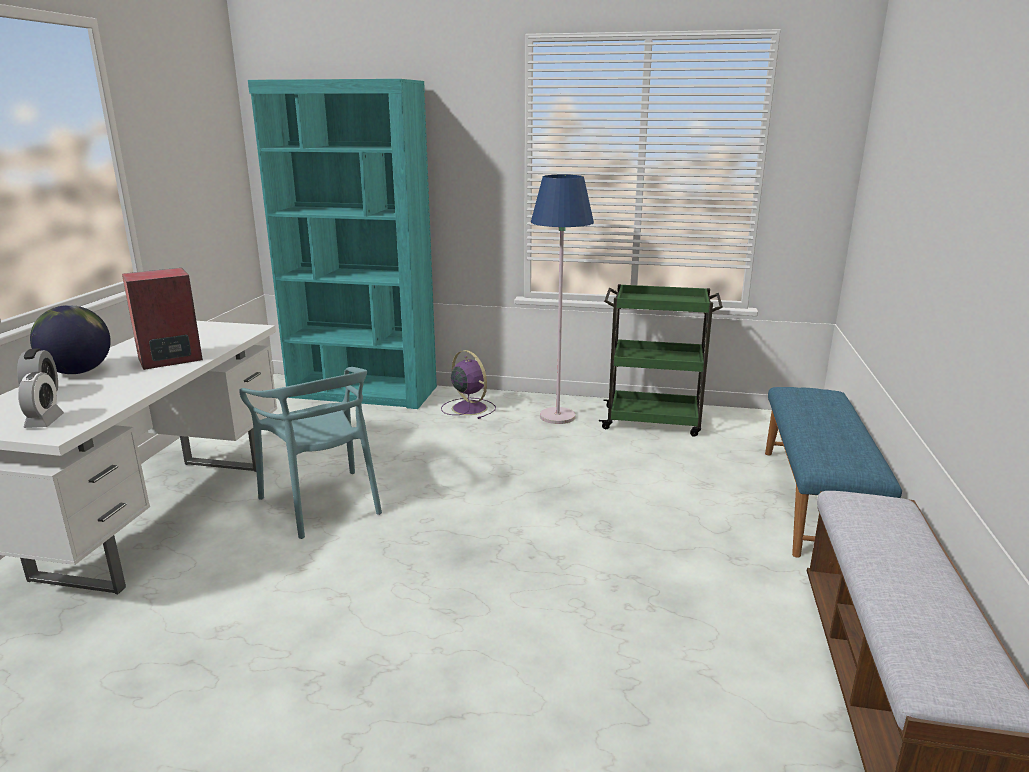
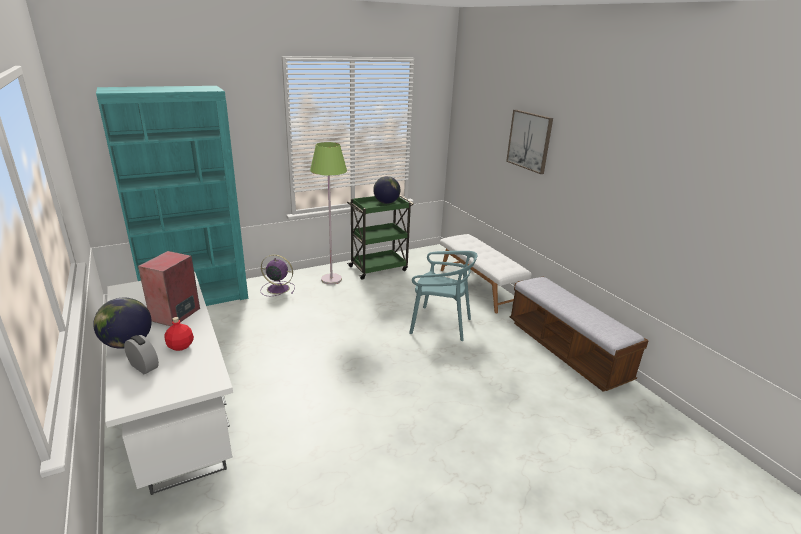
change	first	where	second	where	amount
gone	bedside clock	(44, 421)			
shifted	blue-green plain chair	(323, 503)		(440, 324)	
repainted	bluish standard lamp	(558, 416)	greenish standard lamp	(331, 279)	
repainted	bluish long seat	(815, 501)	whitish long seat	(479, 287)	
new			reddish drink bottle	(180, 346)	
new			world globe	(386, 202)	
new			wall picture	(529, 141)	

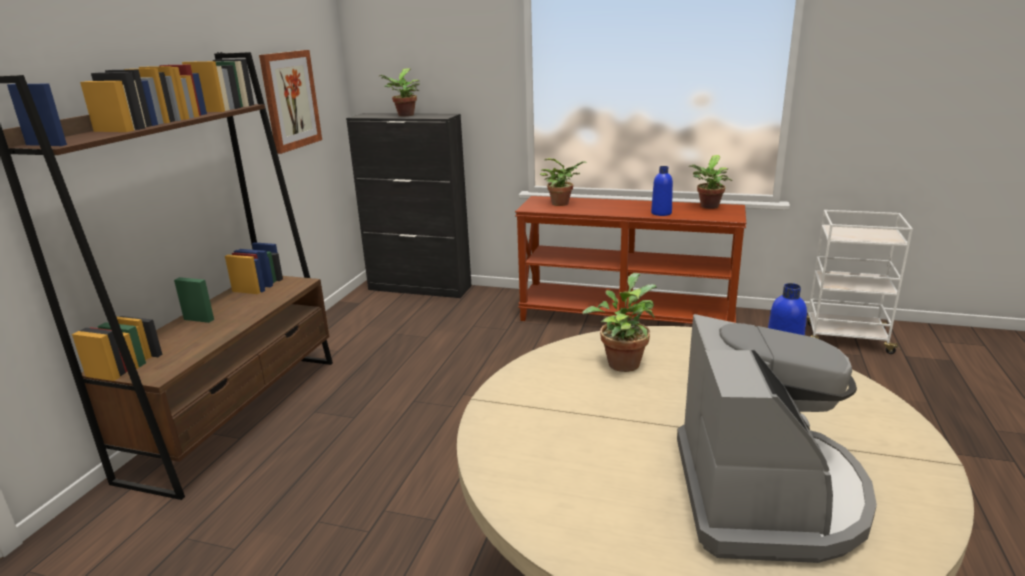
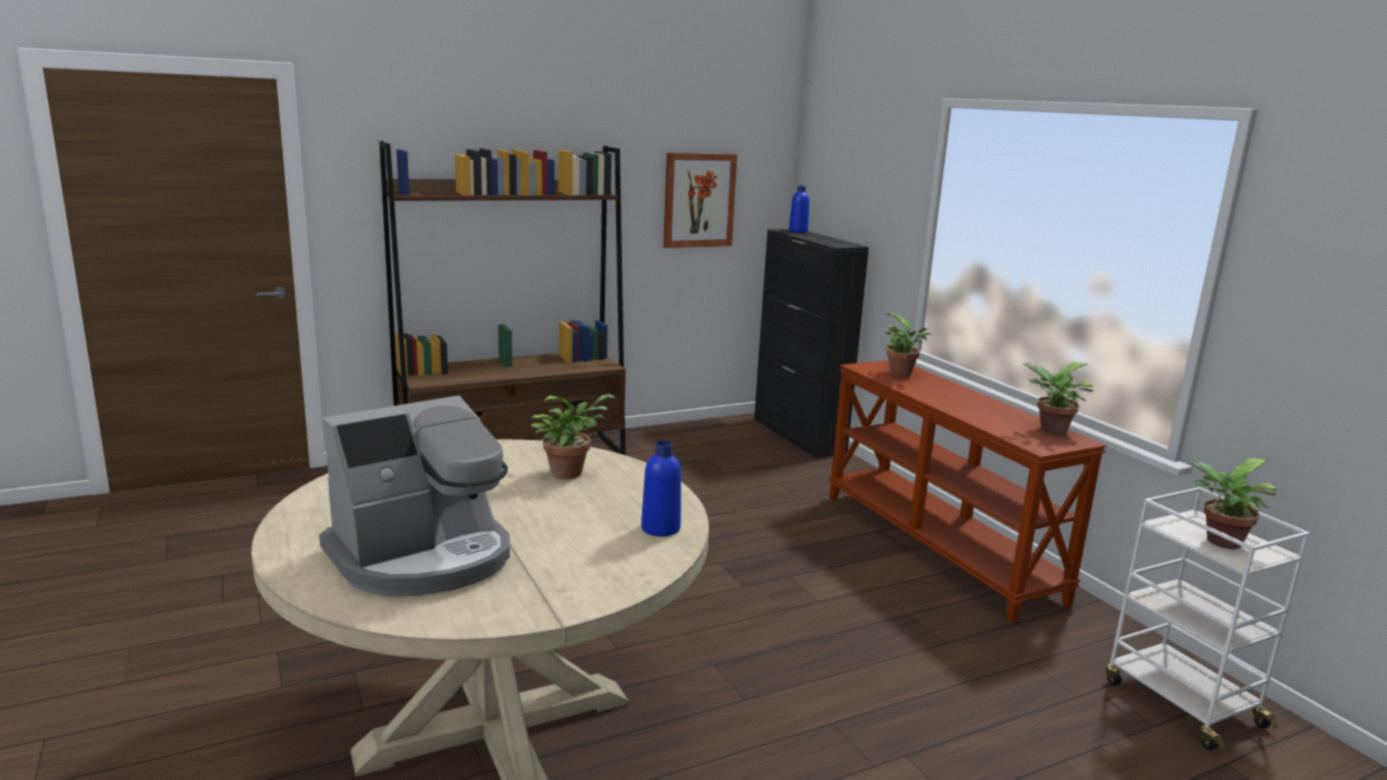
change	first	where	second	where	amount
shifted	plant in a pot	(404, 115)		(1219, 542)	
shifted	bluish drink bottle	(661, 213)		(798, 231)	

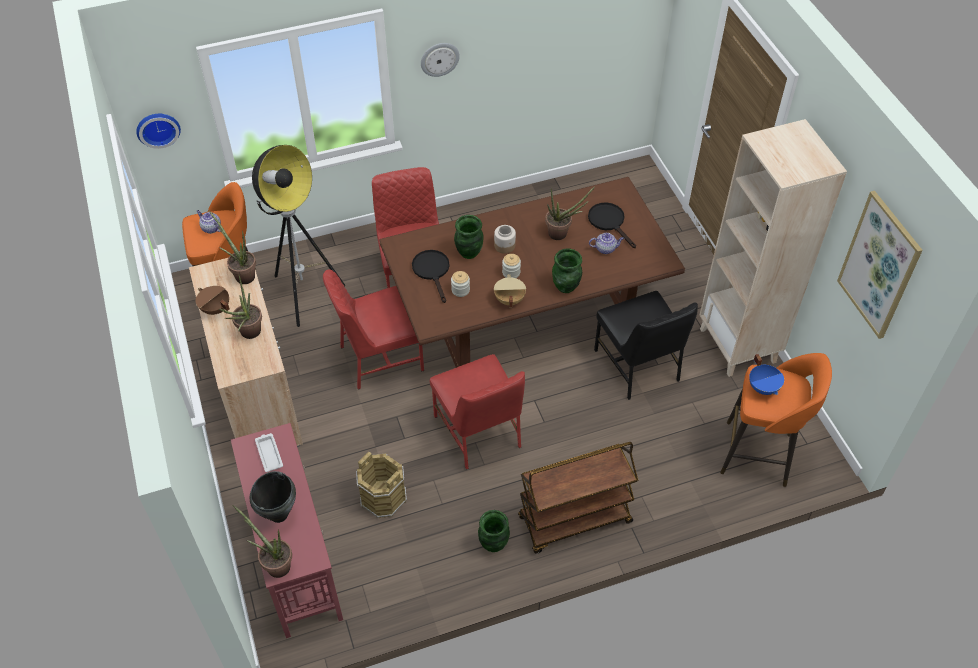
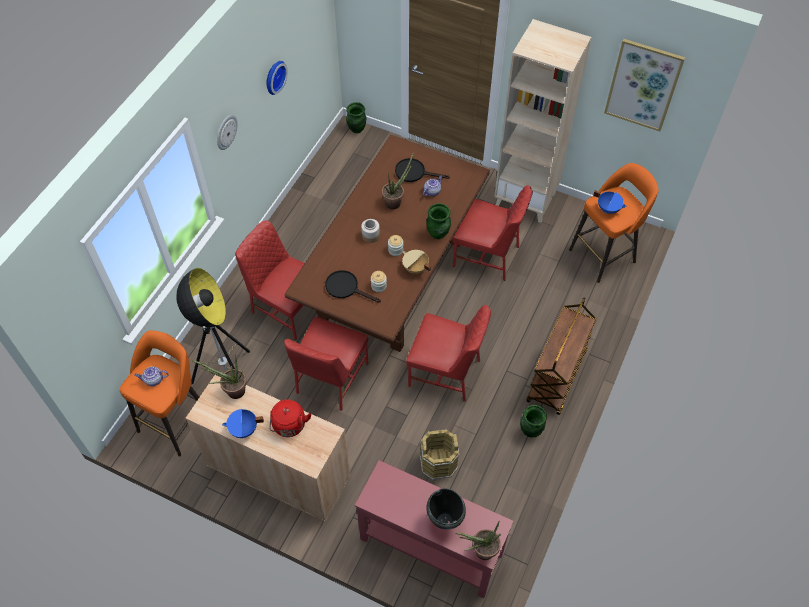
change	first	where	second	where	amount
shifted	clock on the wall	(158, 128)		(274, 76)	
repainted	brown-coloured saucepot	(215, 309)	bluish saucepot	(244, 430)	
swapped	plant in a pot	(248, 334)	reddish kettle	(289, 426)	
gone	whitish serving tray	(269, 453)			
shifted	greenish vase	(468, 253)		(356, 129)	
repainted	black plain chair	(638, 366)	reddish plain chair	(487, 256)	

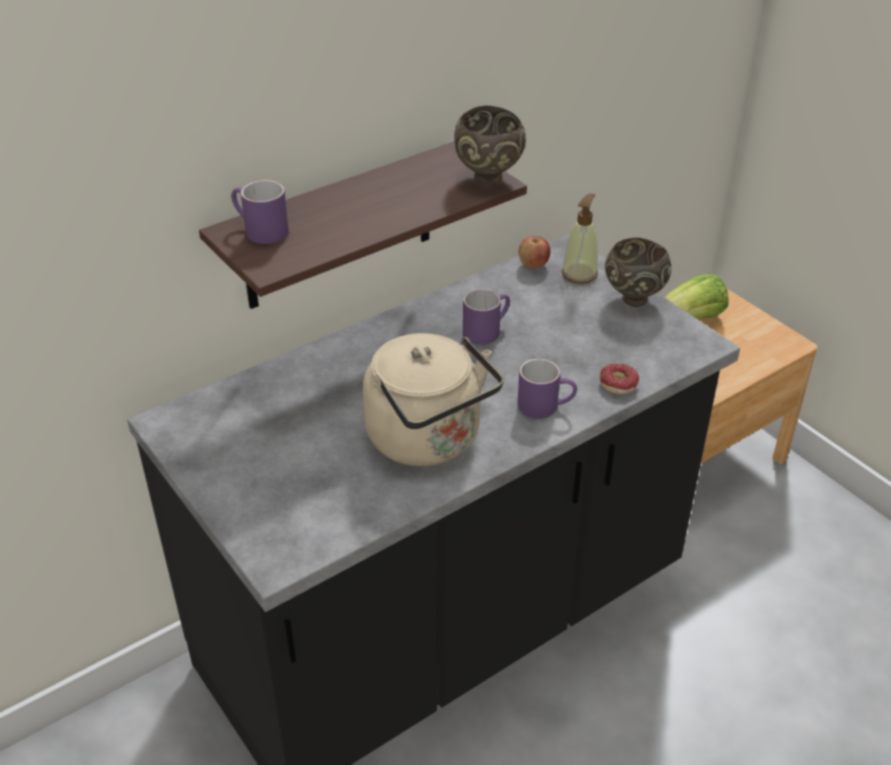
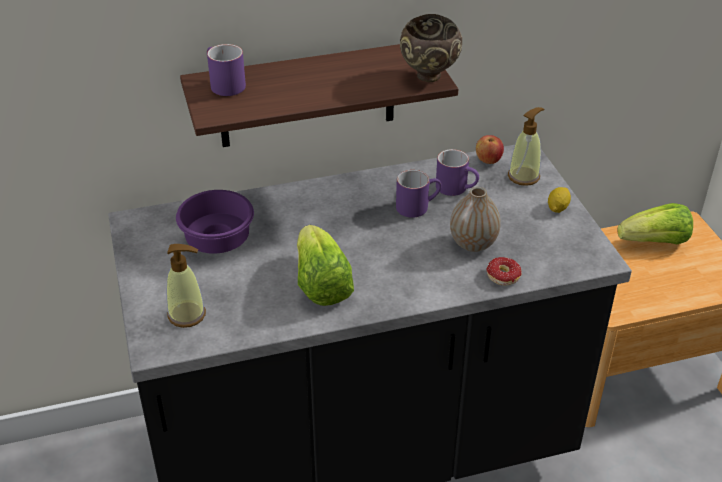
change	first	where	second	where	amount
swapped	sand-coloured kettle	(429, 441)	lettuce head	(321, 284)	
shifted	purple-coloured coffee mug	(546, 406)		(457, 188)	
swapped	brown-coloured serving bowl	(632, 299)	lemon	(557, 208)	
new			soap bottle	(187, 315)	
new			purple-coloured serving bowl	(216, 242)	
new			vase	(473, 244)	

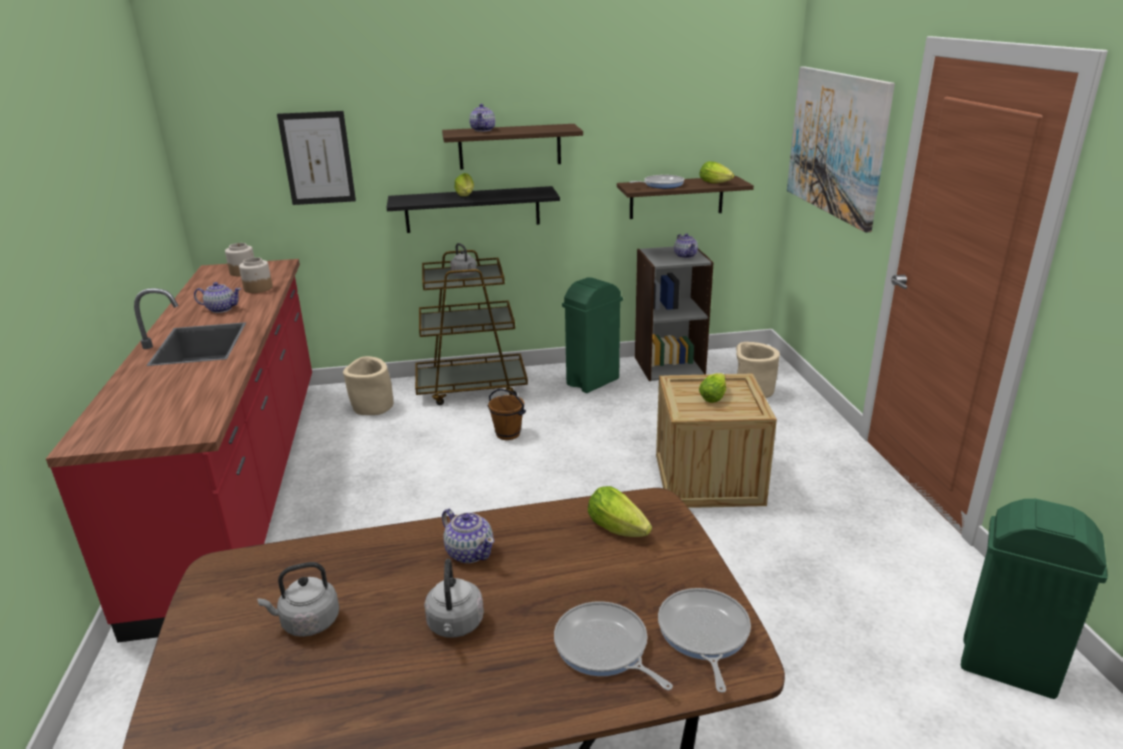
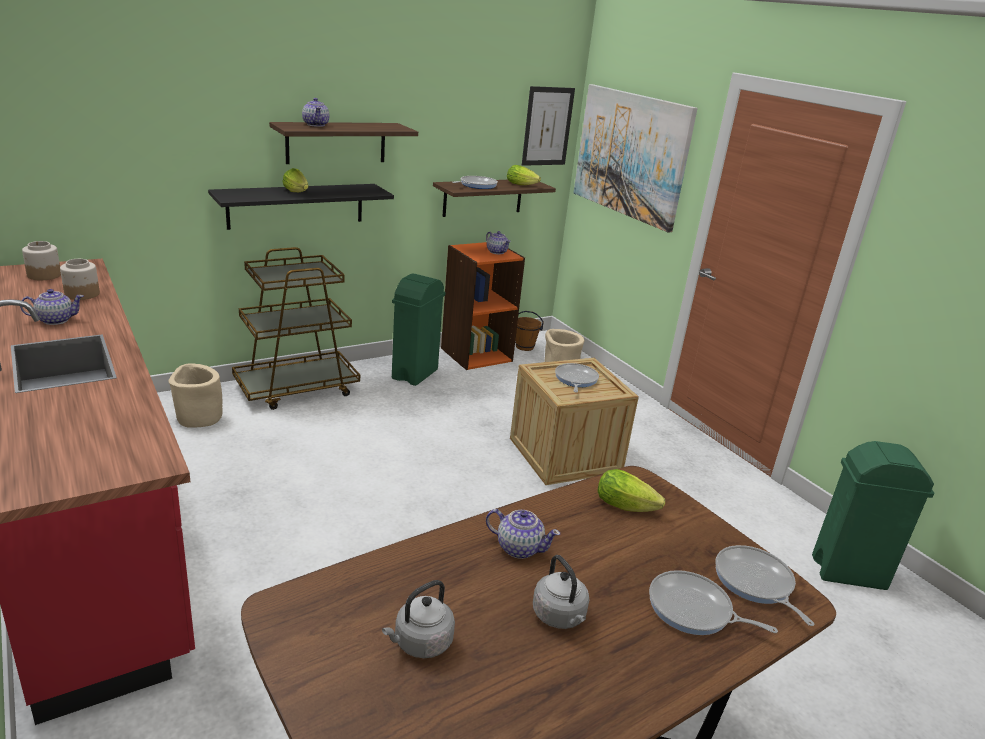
change	first	where	second	where	amount
shifted	wall picture	(317, 158)		(547, 126)	
gone	greyish kettle	(464, 275)			
shifted	brown-coloured bucket	(508, 434)		(524, 347)	
repainted	greyish bookshelf	(669, 366)	orange-coloured bookshelf	(476, 354)	
swapped	lettuce head	(714, 395)	pan	(575, 379)	

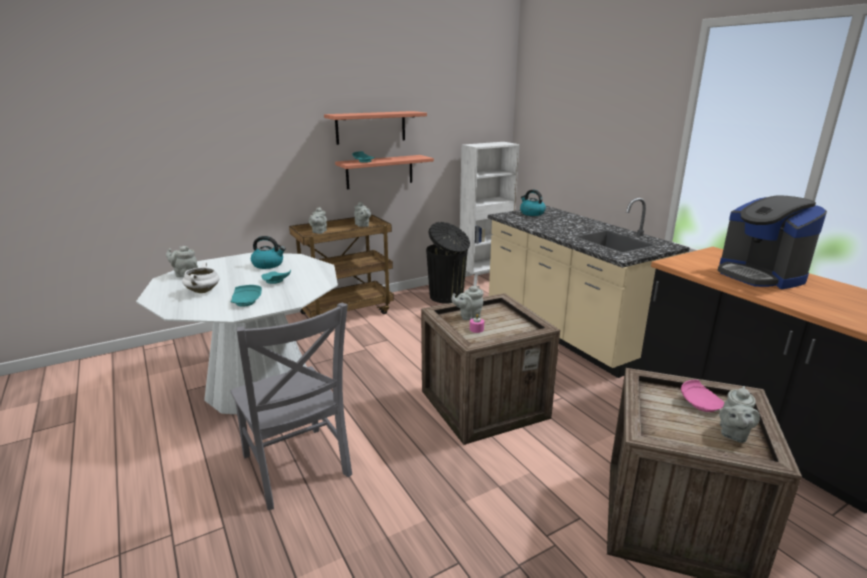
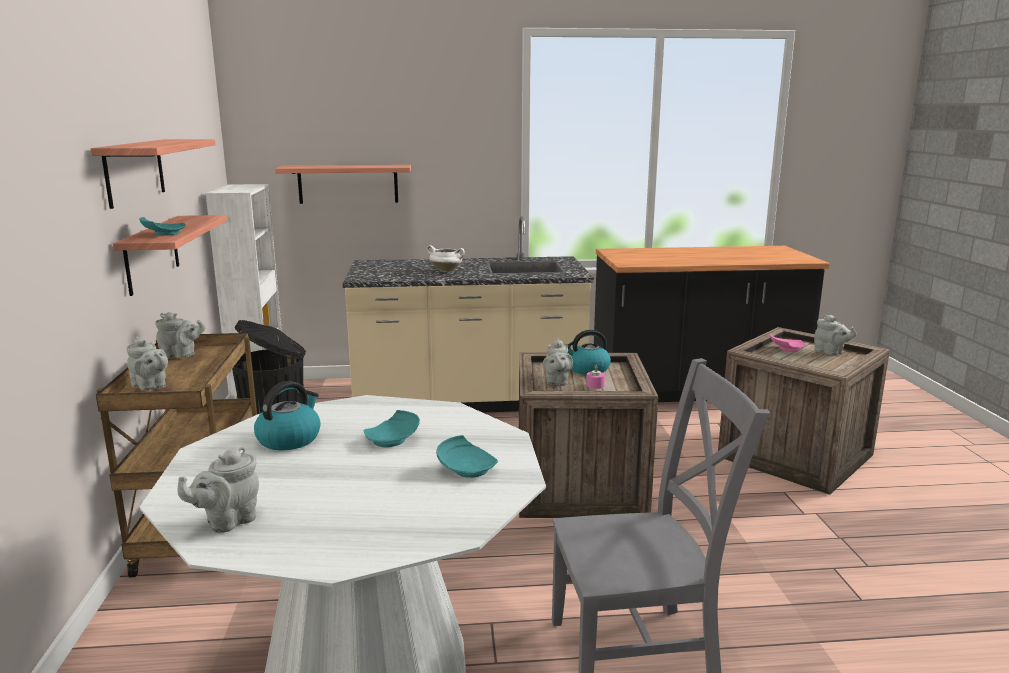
change	first	where	second	where	amount
shifted	whitish saucepot	(203, 291)		(446, 271)	
shifted	kettle	(531, 213)		(587, 369)	
gone	coffee machine	(759, 275)			
new			wall shelf	(348, 184)	

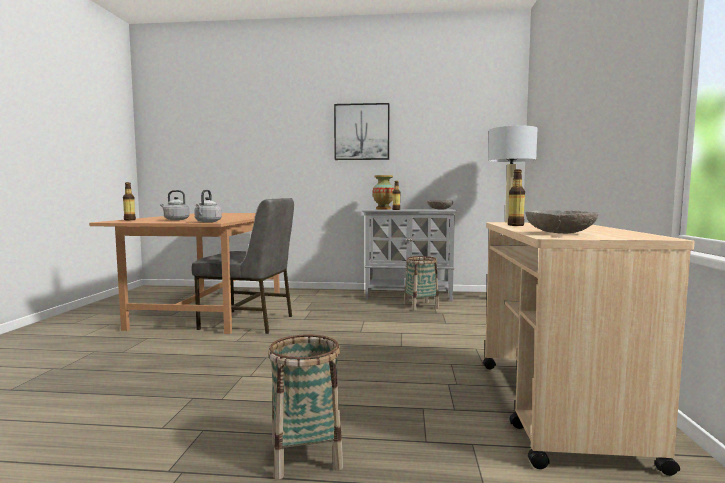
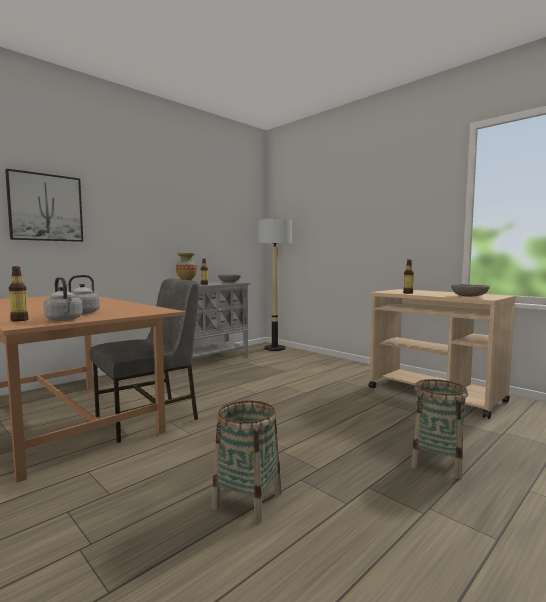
change	first	where	second	where	amount
shifted	greyish kettle	(207, 222)		(64, 320)	
shifted	wall picture	(361, 132)		(46, 207)	
shifted	household basket	(420, 306)		(247, 500)	

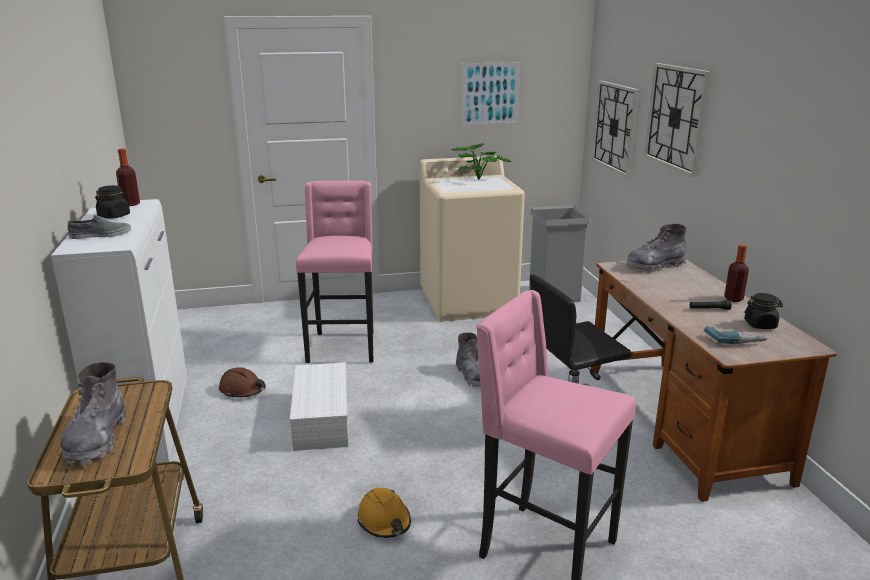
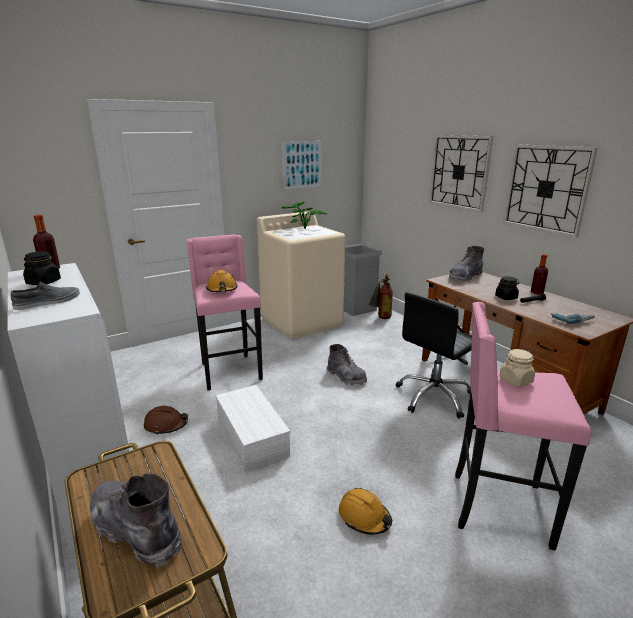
change	first	where	second	where	amount
rotated	greyish tall boot	(97, 439)		(136, 530)	150 degrees clockwise
shifted	clock on the wall	(615, 127)		(546, 189)	
shifted	black preserve jar	(760, 325)		(506, 297)	
new			orange-coloured safety helmet	(222, 289)	
new			fire extinguisher	(380, 318)	
new			sand-coloured preserve jar	(515, 380)	

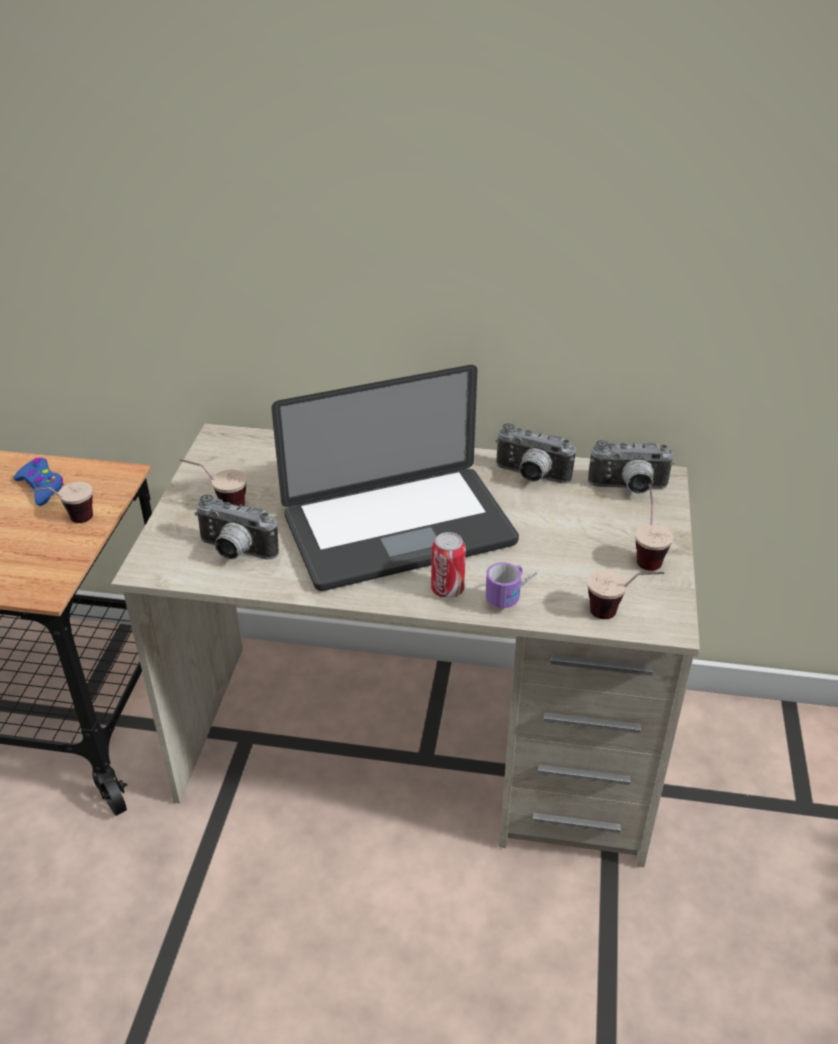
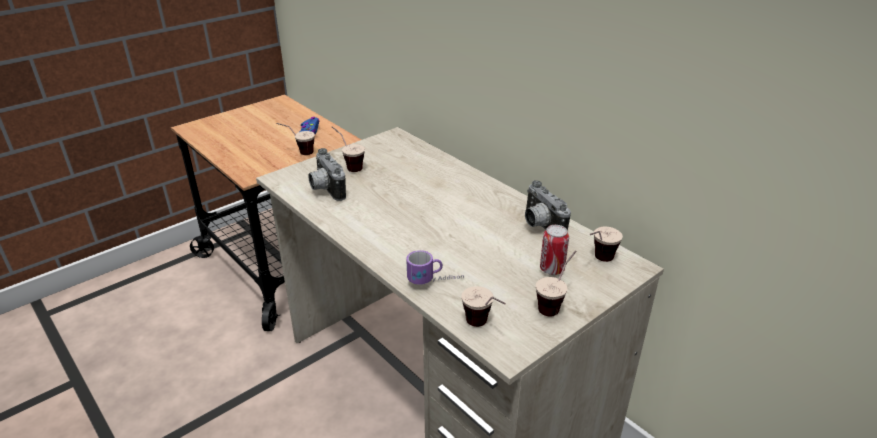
change	first	where	second	where	amount
gone	laptop	(399, 530)			
shifted	metal can	(447, 589)		(552, 269)	
swapped	photo camera	(628, 489)	drinking cup	(598, 261)	

